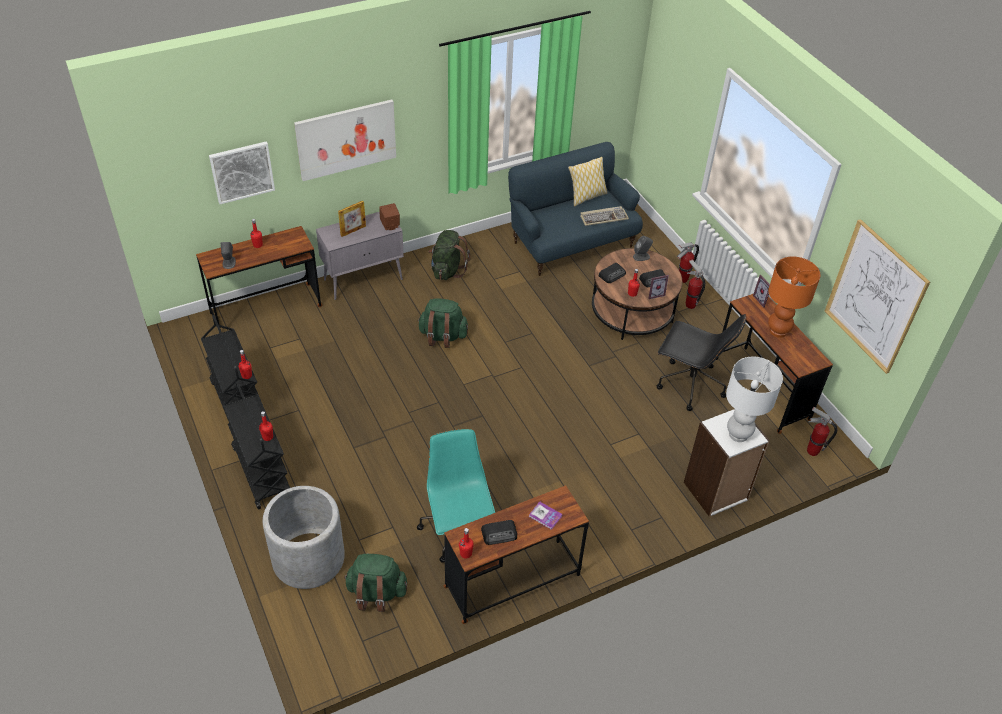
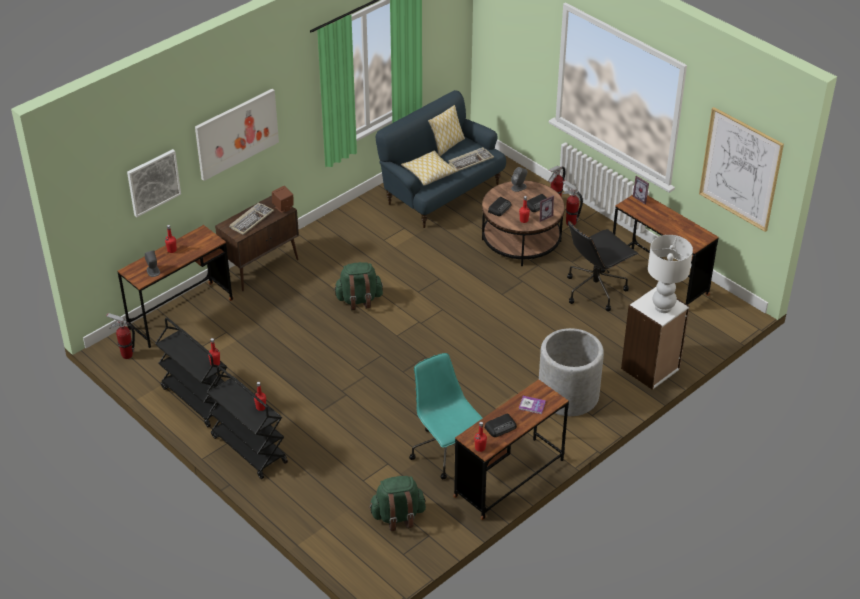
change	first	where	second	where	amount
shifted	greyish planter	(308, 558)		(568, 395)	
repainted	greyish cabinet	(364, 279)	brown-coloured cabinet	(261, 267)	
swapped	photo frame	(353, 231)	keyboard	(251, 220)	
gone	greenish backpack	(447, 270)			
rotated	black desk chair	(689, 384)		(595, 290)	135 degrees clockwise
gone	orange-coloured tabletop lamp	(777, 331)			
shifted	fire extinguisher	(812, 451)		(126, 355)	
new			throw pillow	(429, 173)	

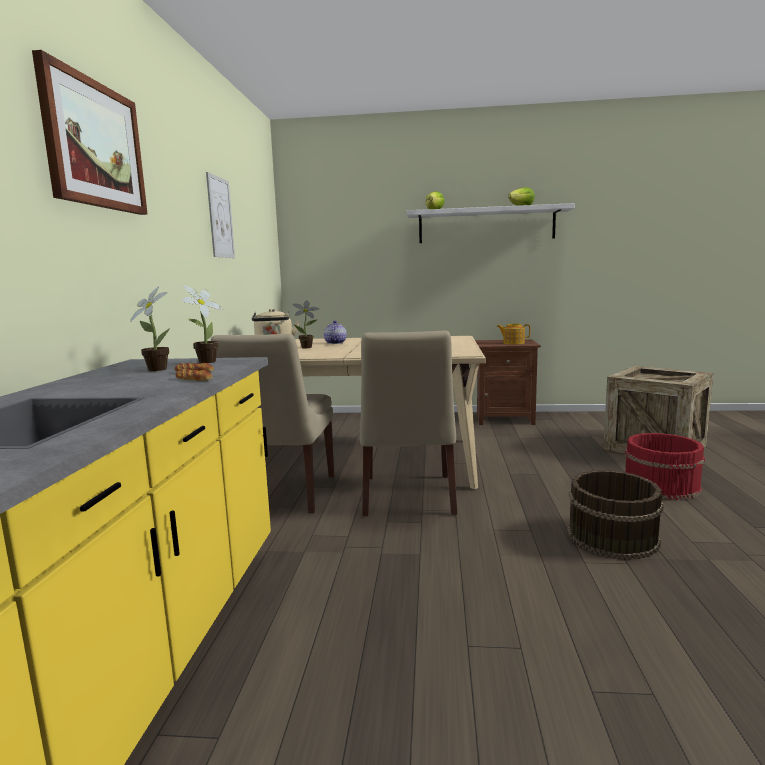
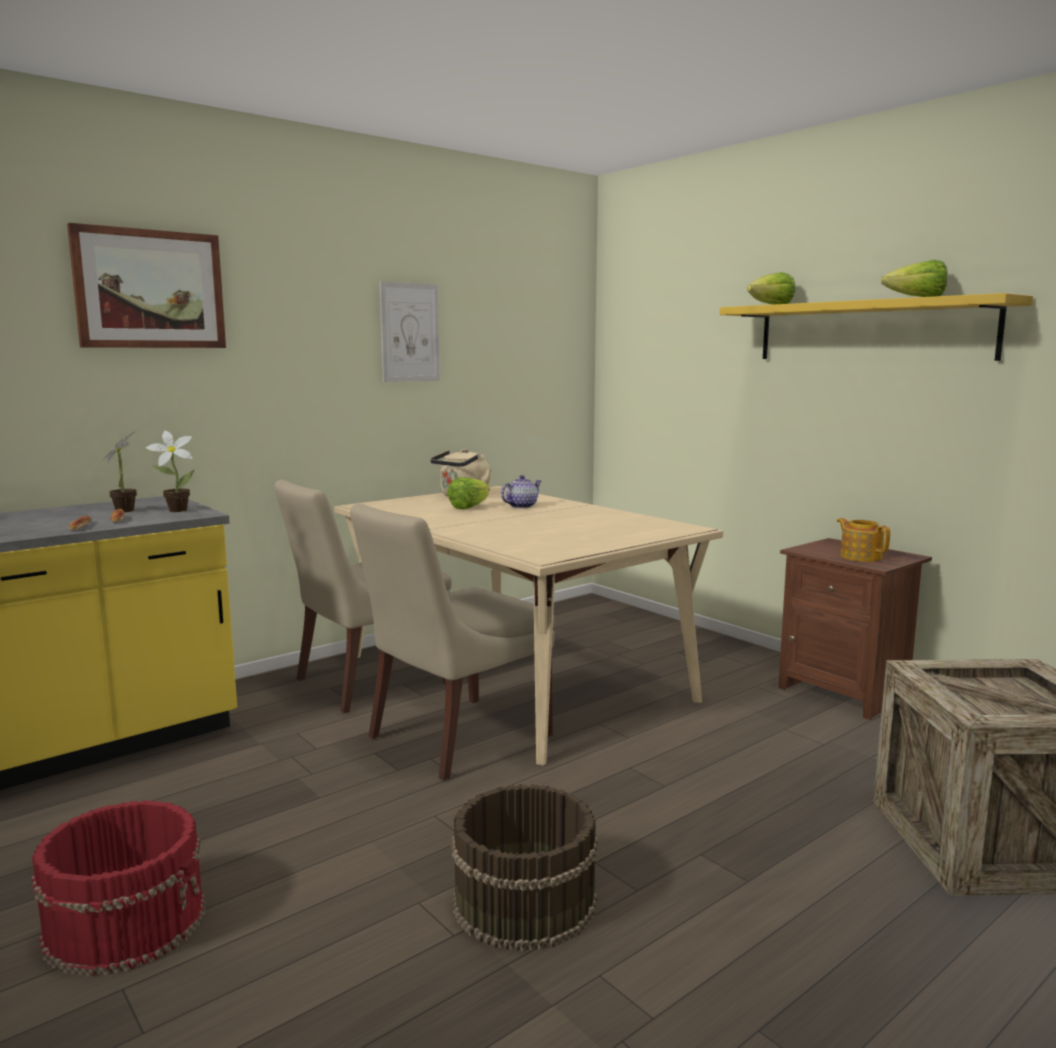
change	first	where	second	where	amount
swapped	plant in a pot	(308, 347)	lettuce head	(469, 507)	
repainted	whitish wall shelf	(486, 225)	yellowish wall shelf	(871, 331)	
shifted	reddish bucket	(660, 485)		(127, 922)	

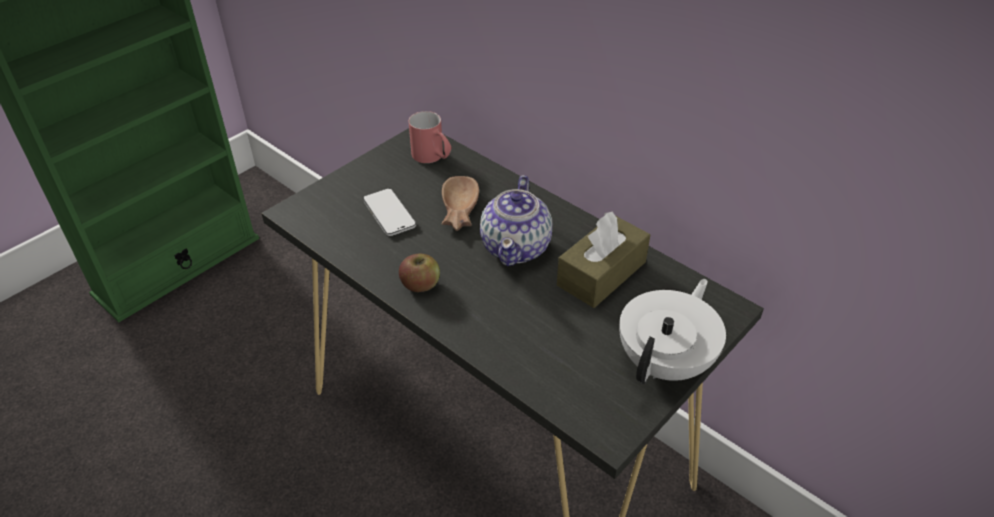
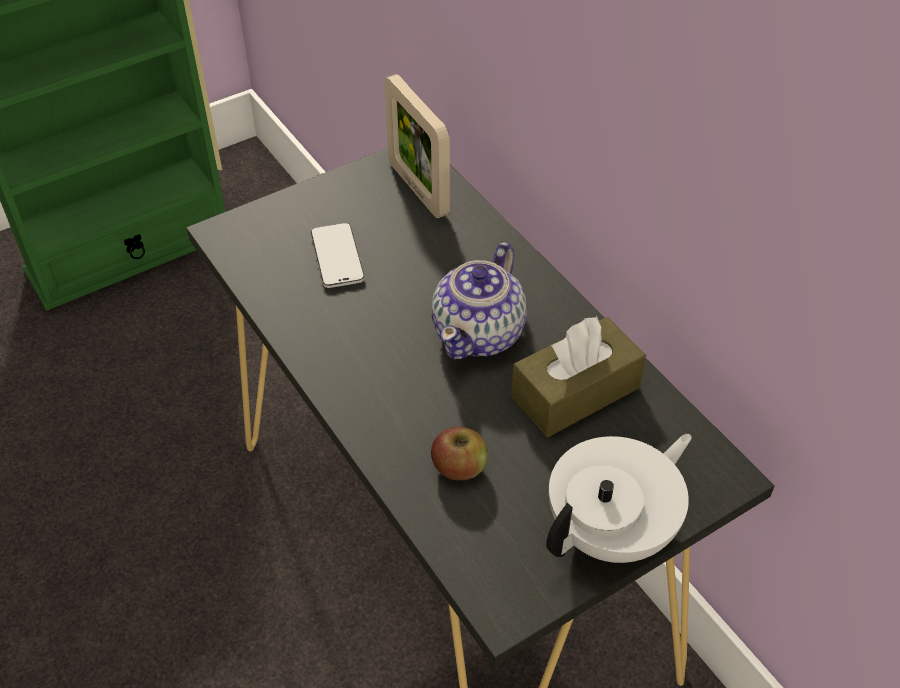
change	first	where	second	where	amount
shifted	apple	(420, 284)		(459, 467)	
swapped	reddish coffee mug	(433, 158)	photo frame	(418, 189)	
gone	brown-coloured serving bowl	(457, 210)			

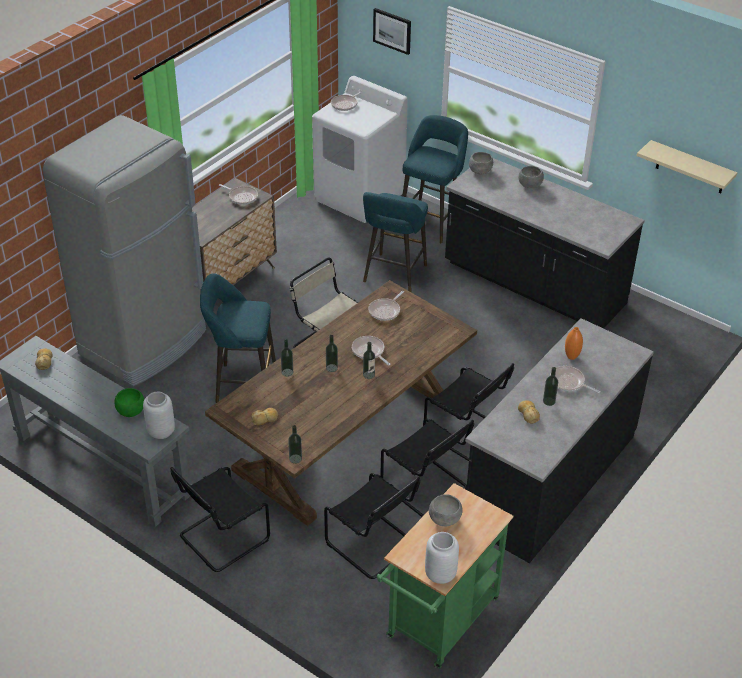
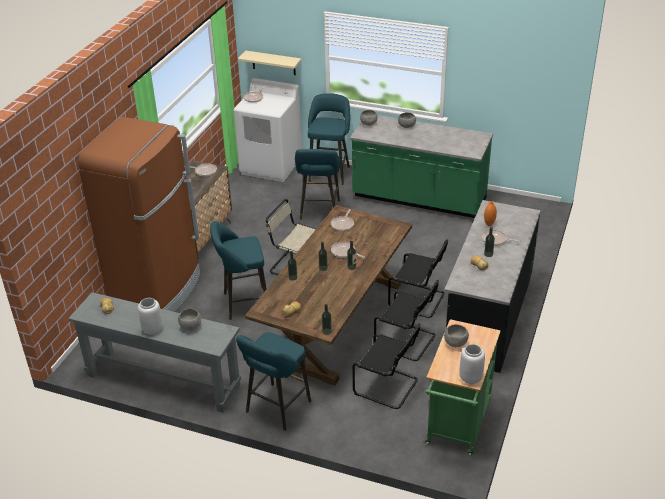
change	first	where	second	where	amount
repainted	greyish kitchen fridge	(144, 343)	brown-coloured kitchen fridge	(157, 291)	
repainted	greenish serving bowl	(131, 411)	greyish serving bowl	(191, 326)	
shifted	greyish vase	(162, 431)		(153, 329)	
swapped	black plain chair	(221, 539)	blue-green stool seat	(276, 409)	
gone	wall picture	(392, 30)			
repainted	black kitchen base unit	(533, 286)	greenish kitchen base unit	(419, 199)	
shifted	sand-coloured wall shelf	(690, 168)		(273, 63)	

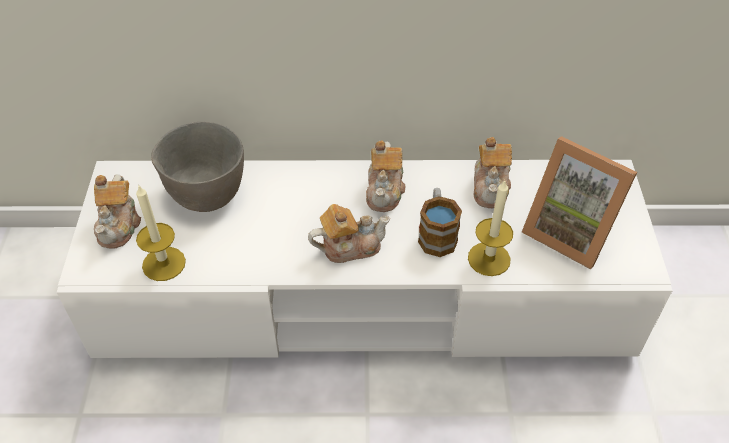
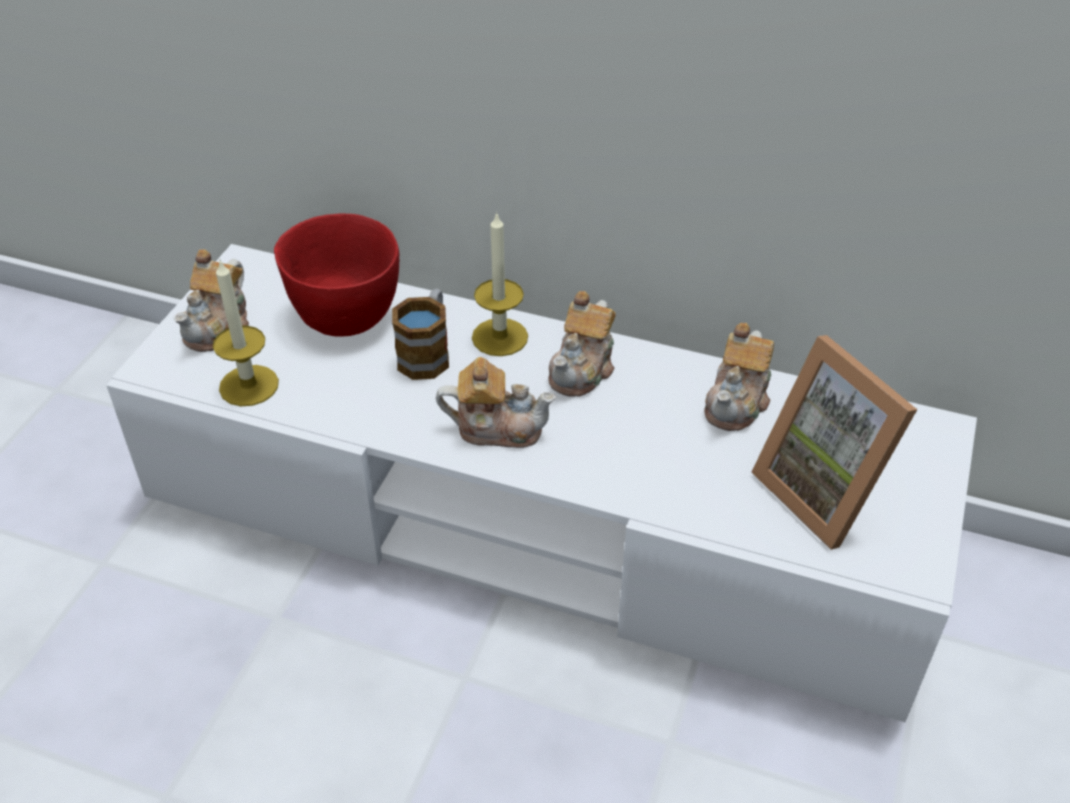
change	first	where	second	where	amount
repainted	greyish serving bowl	(207, 194)	reddish serving bowl	(346, 315)	
shifted	coffee mug	(436, 234)		(427, 353)	
shifted	wax candle	(489, 259)		(500, 337)	

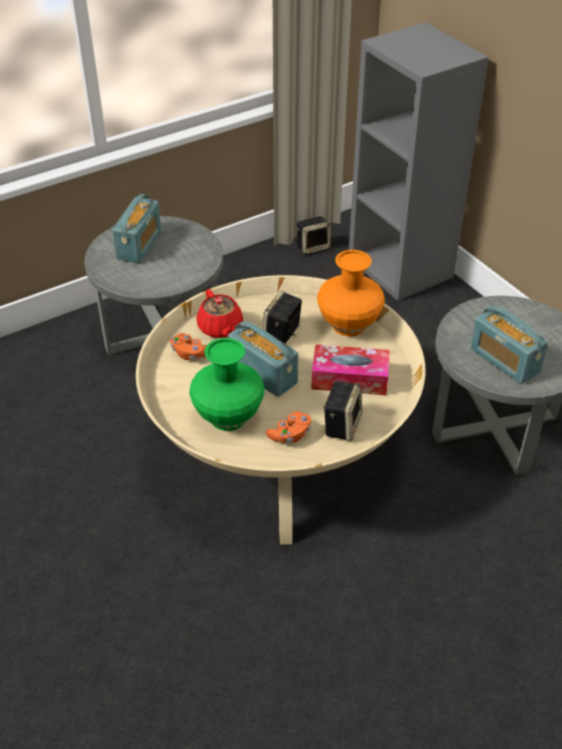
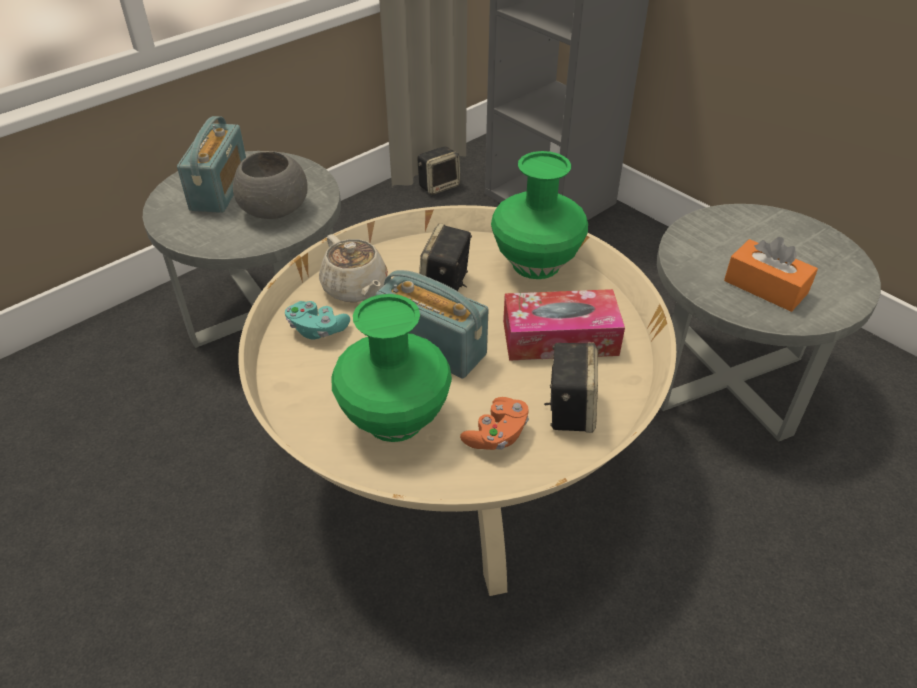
change	first	where	second	where	amount
repainted	orange-coloured gamepad	(190, 353)	blue-green gamepad	(317, 329)	
repainted	reddish tea pot	(220, 328)	sand-coloured tea pot	(355, 288)	
repainted	orange-coloured vase	(349, 325)	greenish vase	(536, 265)	
swapped	radio	(504, 360)	orange-coloured box of tissues	(765, 287)	
new			greyish serving bowl	(273, 210)	

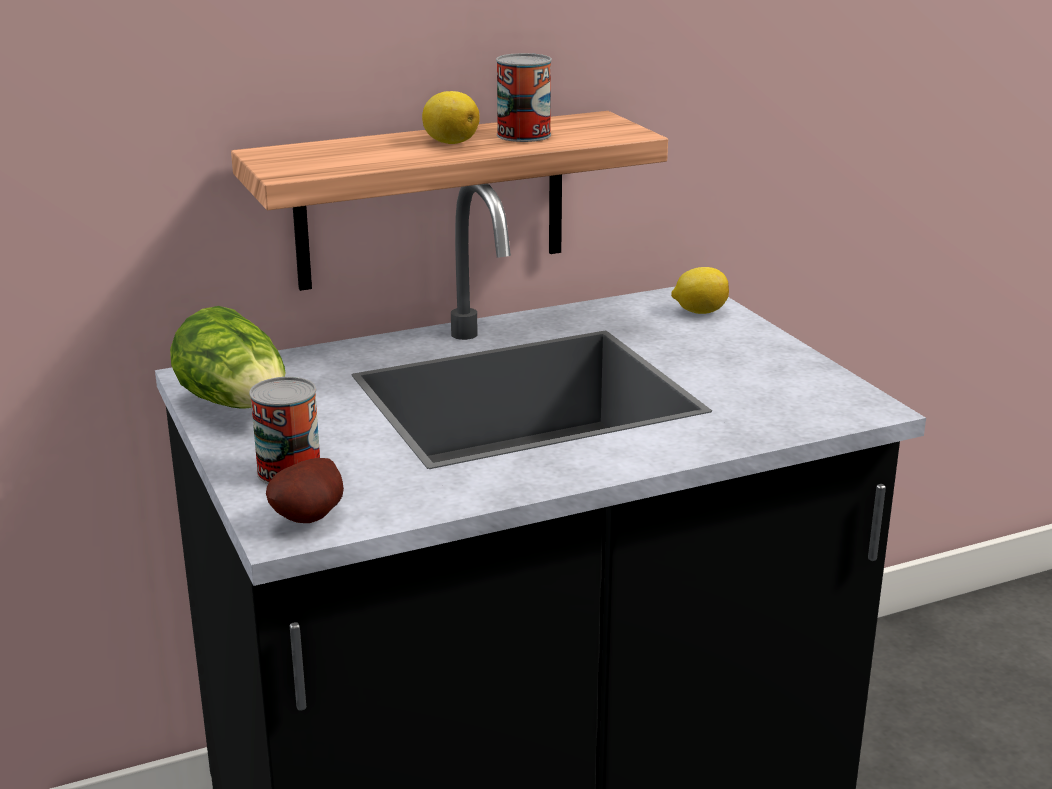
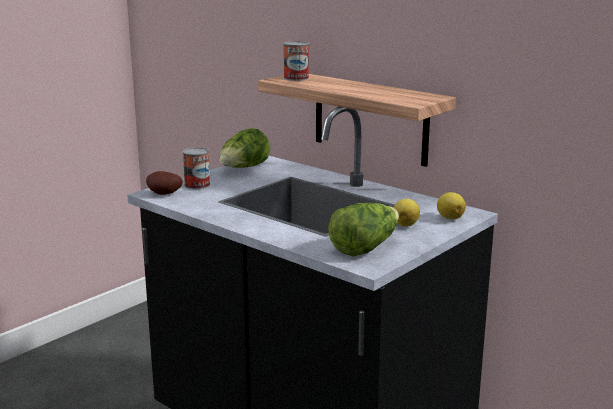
change	first	where	second	where	amount
shifted	lemon	(450, 142)		(406, 224)	
shifted	metal can	(523, 135)		(296, 78)	
new			lettuce head	(364, 247)	

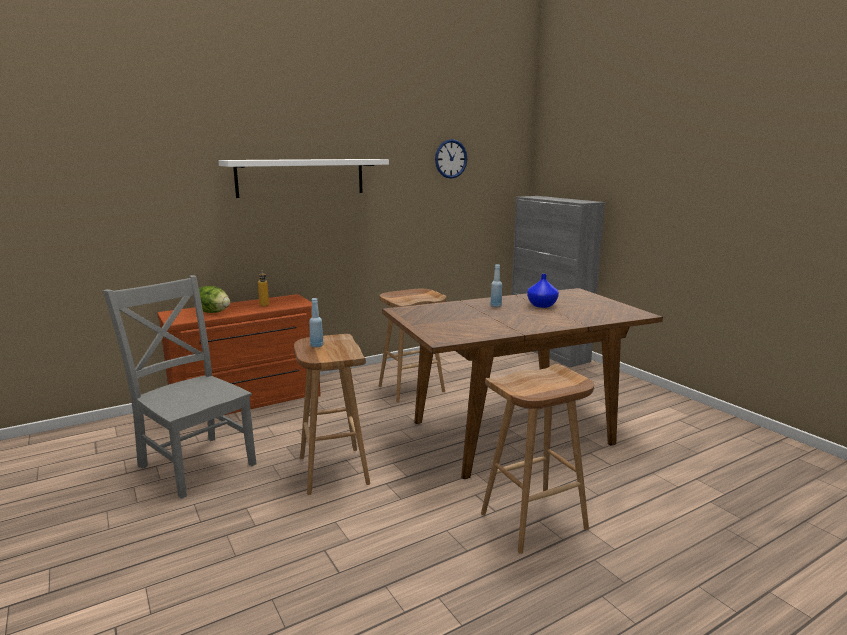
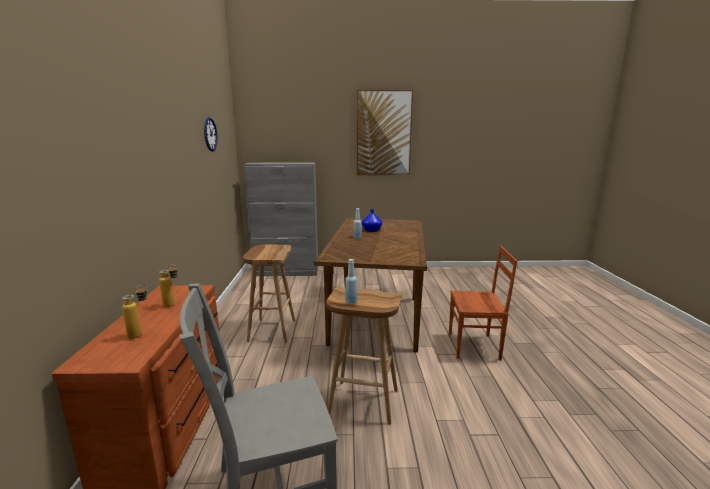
change	first	where	second	where	amount
swapped	lettuce head	(213, 312)	drink bottle	(141, 334)	
gone	whitish wall shelf	(301, 177)			
swapped	brown-coloured stool seat	(533, 522)	brown-coloured plain chair	(474, 347)	
new			wall picture	(383, 133)	

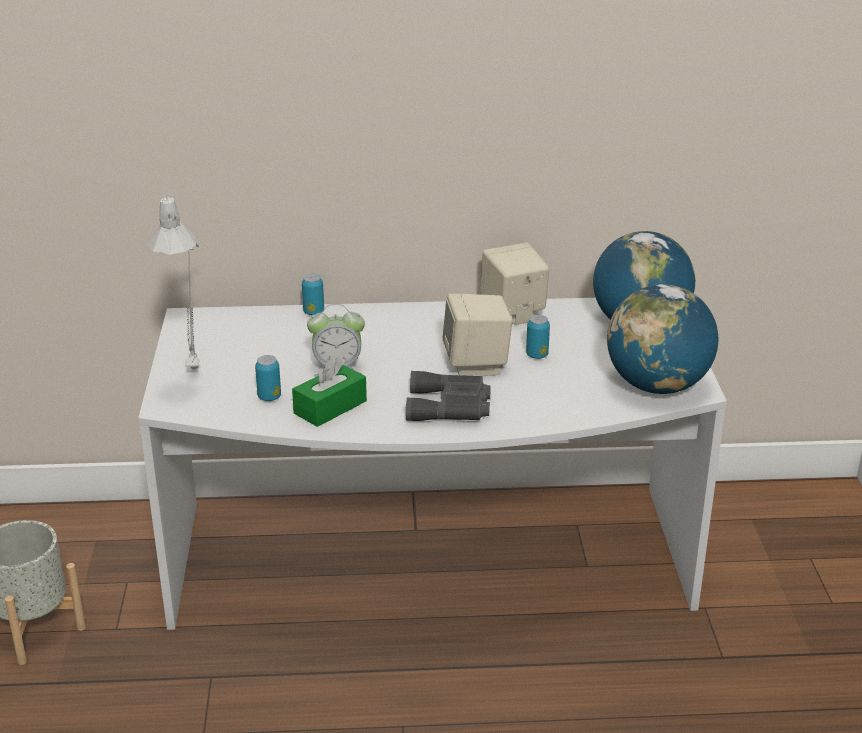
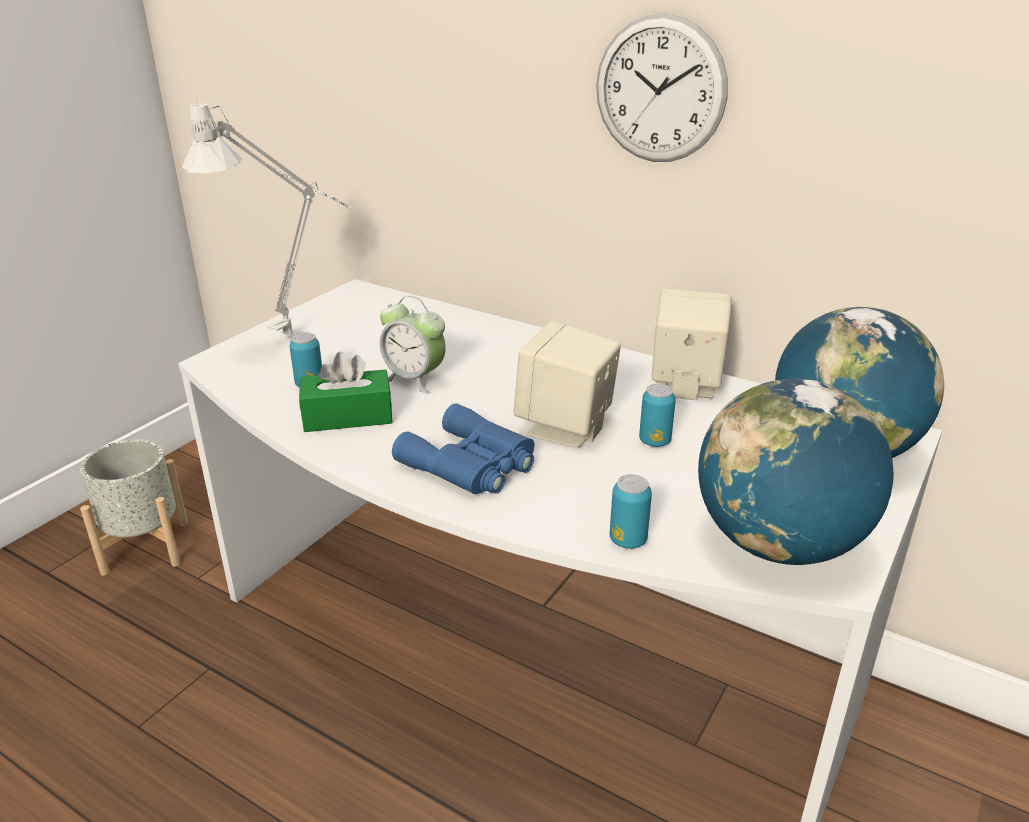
change	first	where	second	where	amount
shifted	metal can	(313, 312)		(628, 540)	
repainted	greyish pair of binoculars	(451, 406)	bluish pair of binoculars	(471, 464)	
new			clock on the wall	(659, 90)	

